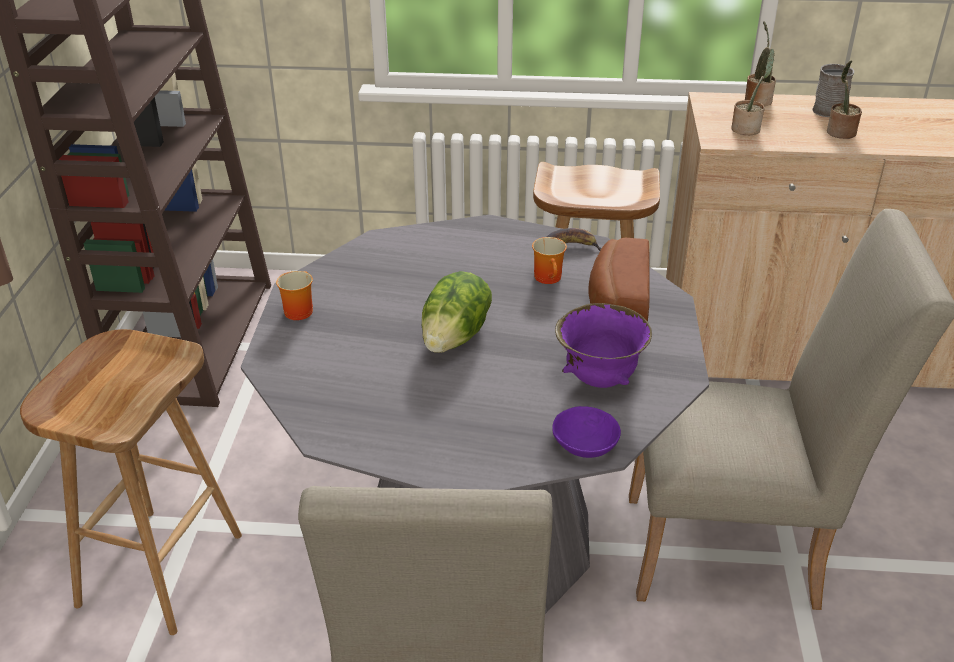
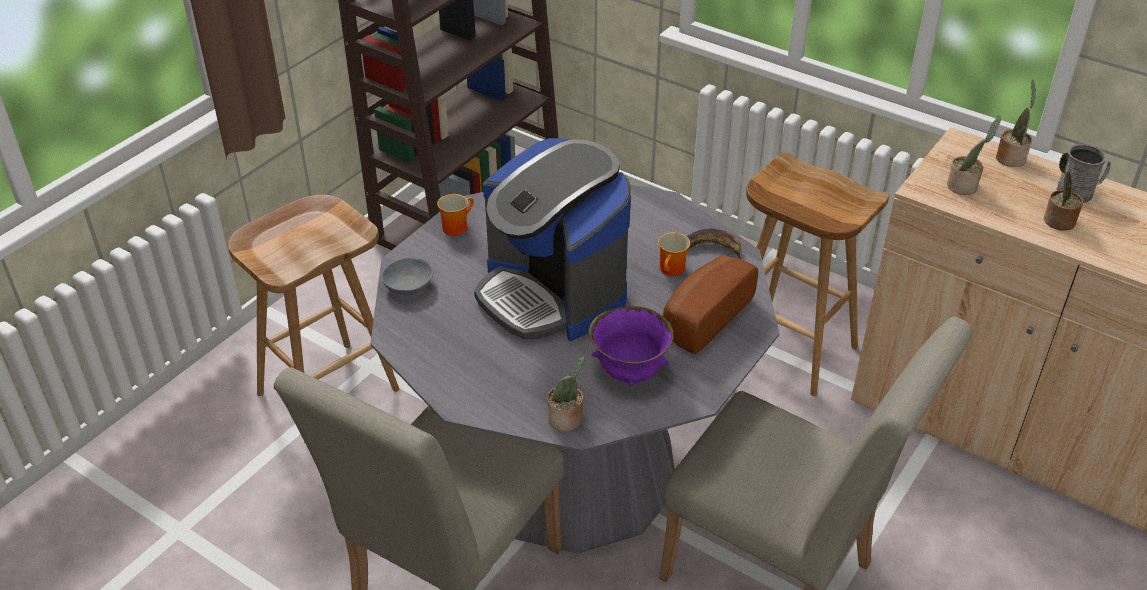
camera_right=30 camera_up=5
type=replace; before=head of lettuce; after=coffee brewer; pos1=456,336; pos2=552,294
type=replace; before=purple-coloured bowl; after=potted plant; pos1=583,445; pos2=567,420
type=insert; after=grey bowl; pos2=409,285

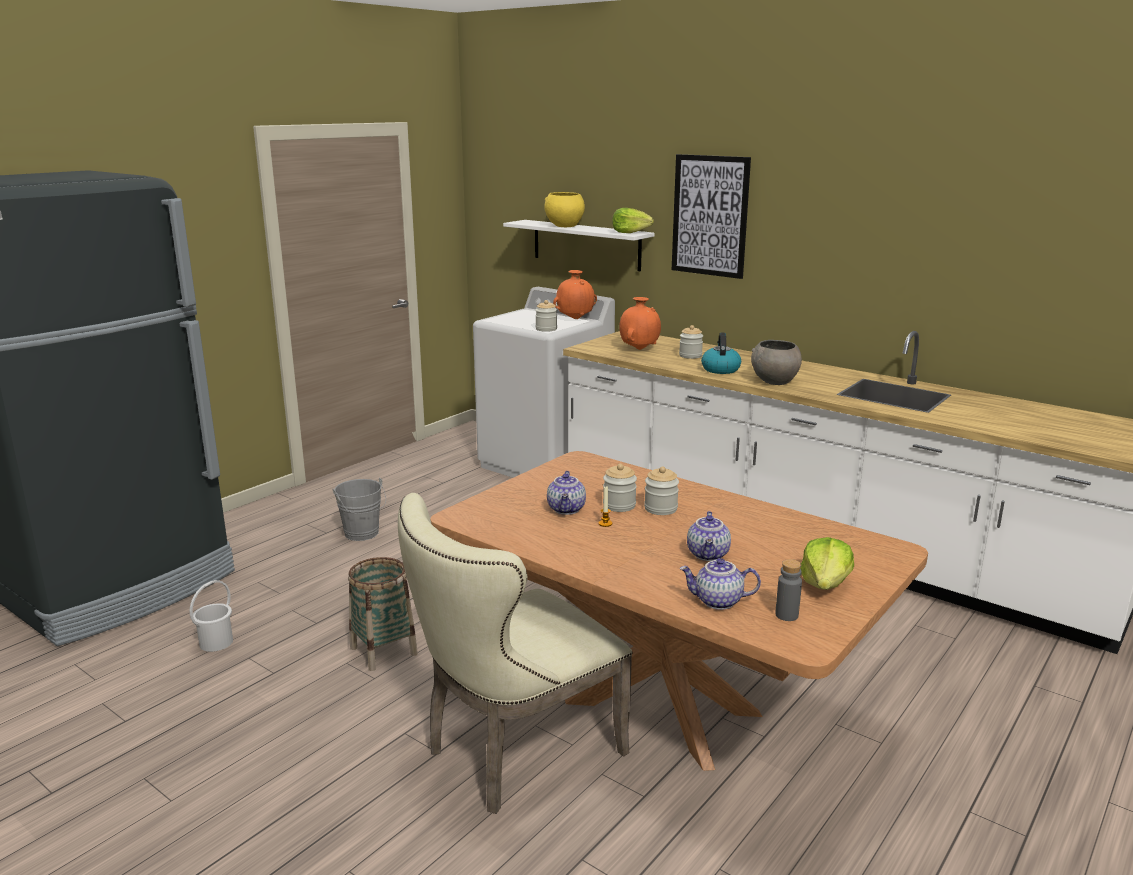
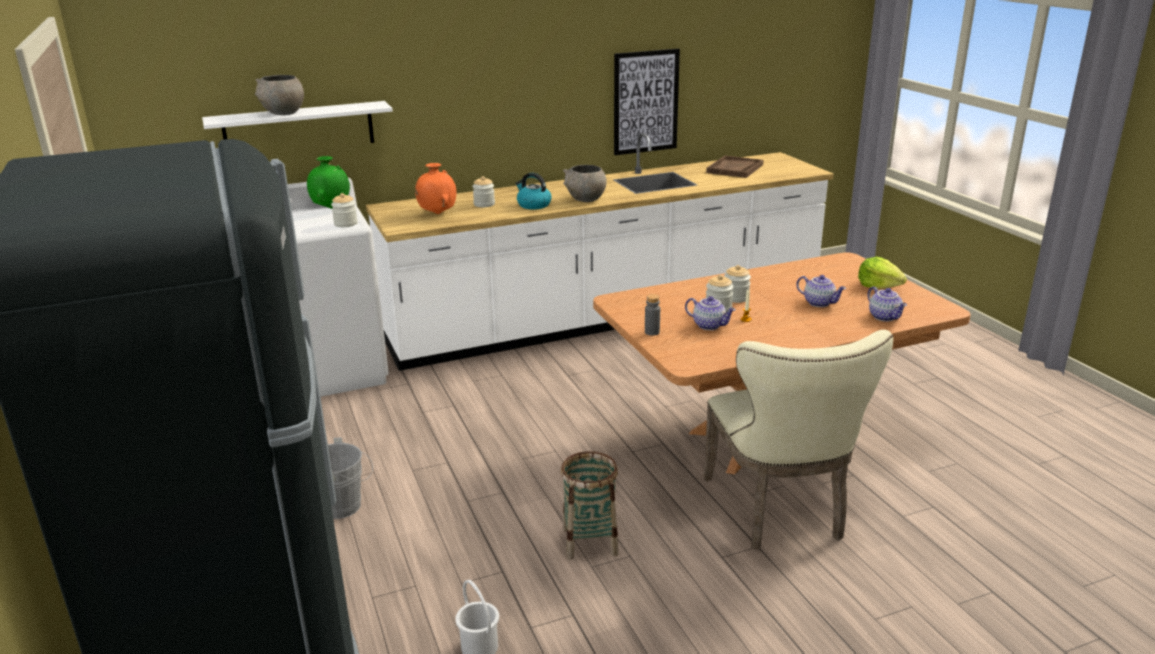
camera_right=-60 camera_up=5
type=recolor; before=yellow bowl; after=grey bowl; pos1=564,226; pos2=283,113
type=recolor; before=orangey vase; after=green vase; pos1=575,319; pos2=331,208
type=delete; before=head of lettuce; pos1=630,232
type=move; before=picture; pos1=710,216; pos2=645,102
type=rotate; before=tea pot; pos1=717,602; pos2=885,317; turn=-60
type=move; before=grey drink bottle; pos1=786,615; pos2=652,332
type=insert; after=brown-coloured tray; pos2=735,169

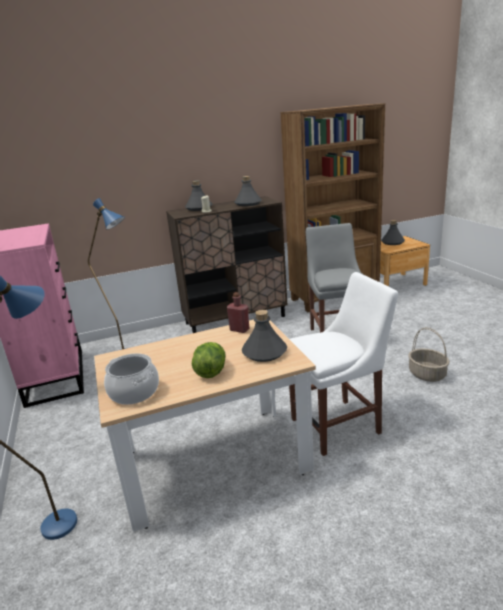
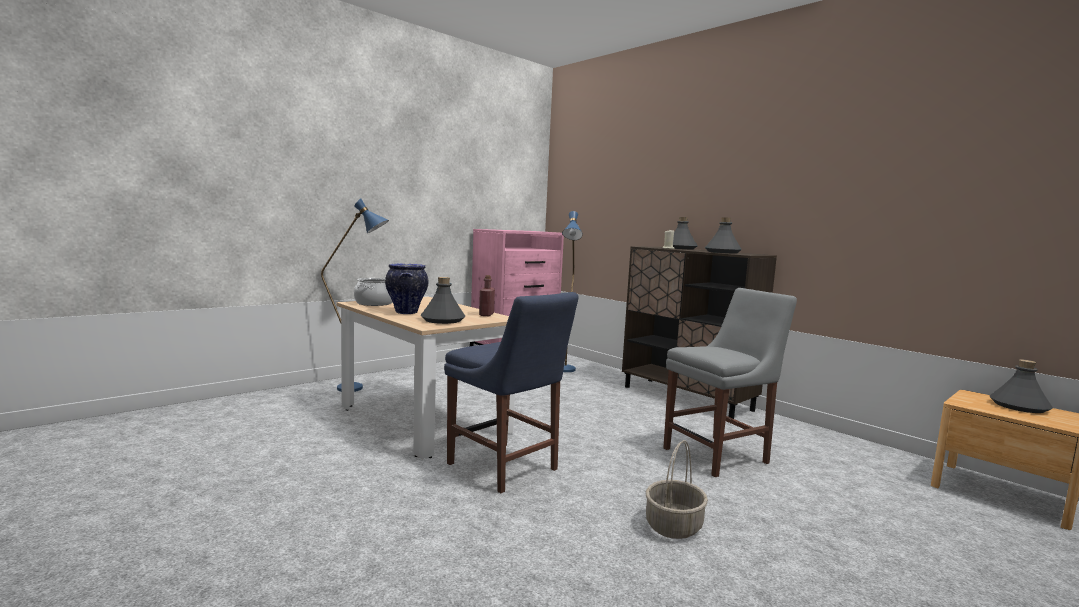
camera_right=65 camera_up=-15
type=replace; before=head of lettuce; after=vase; pos1=211,371; pos2=406,312
type=delete; before=brown-coloured shelving unit; pos1=334,298
type=recolor; before=white plain chair; after=bluish plain chair; pos1=339,425; pos2=505,468

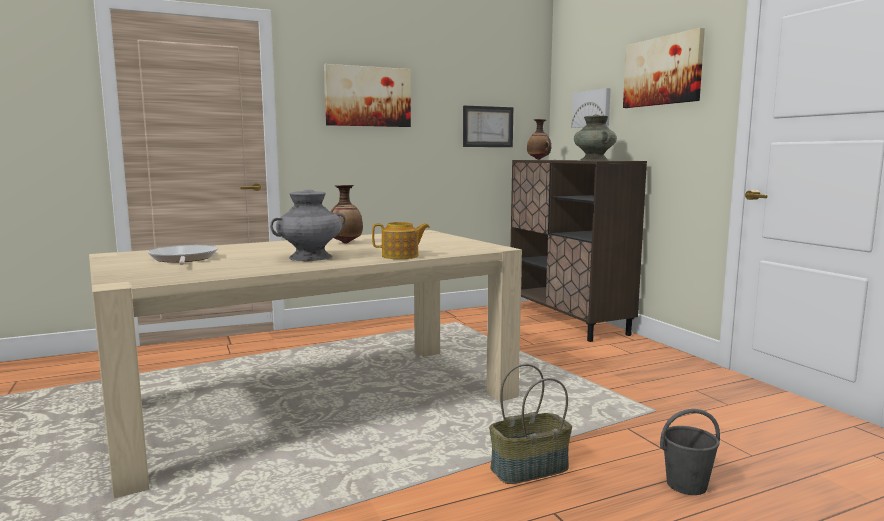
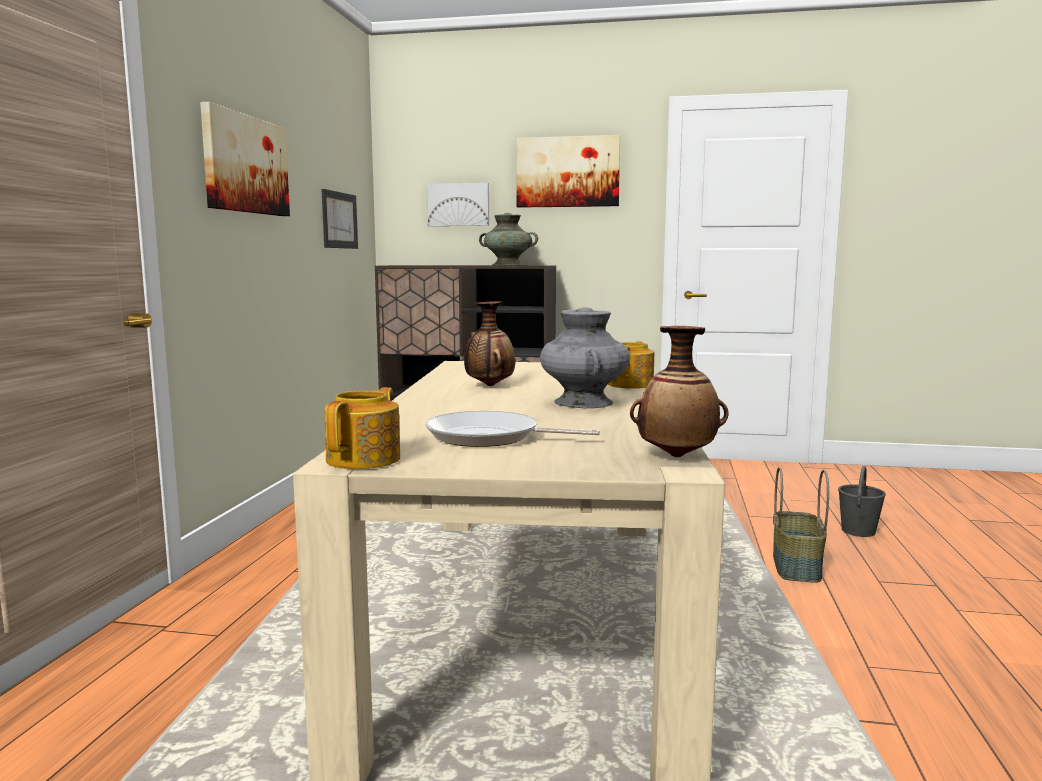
camera_right=-55 camera_up=0
type=move; before=vase; pos1=539,159; pos2=677,456
type=insert; after=tea pot; pos2=365,459

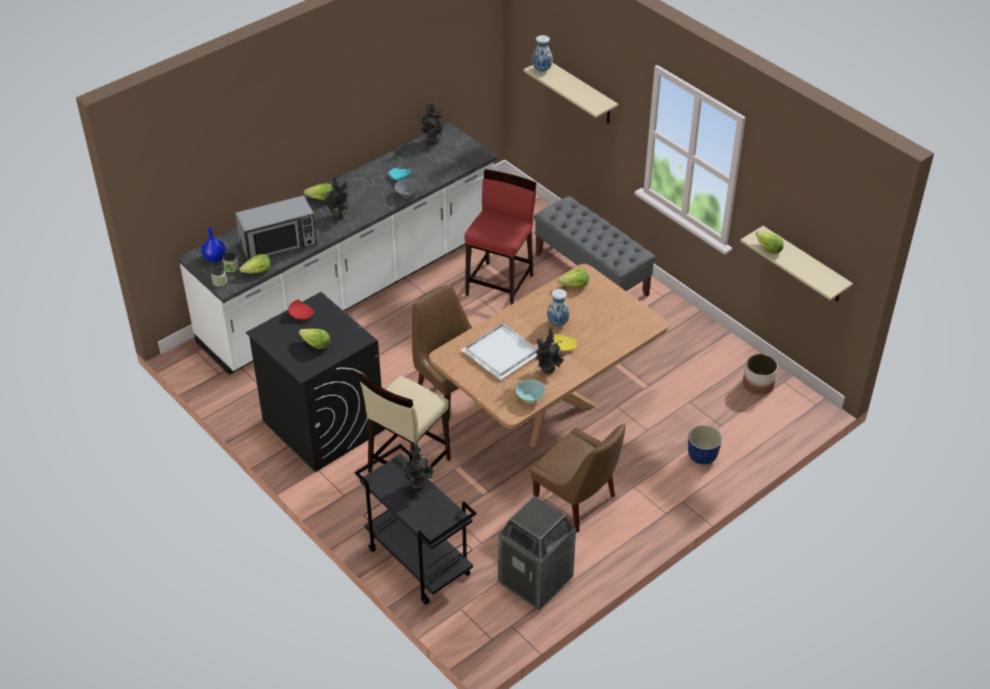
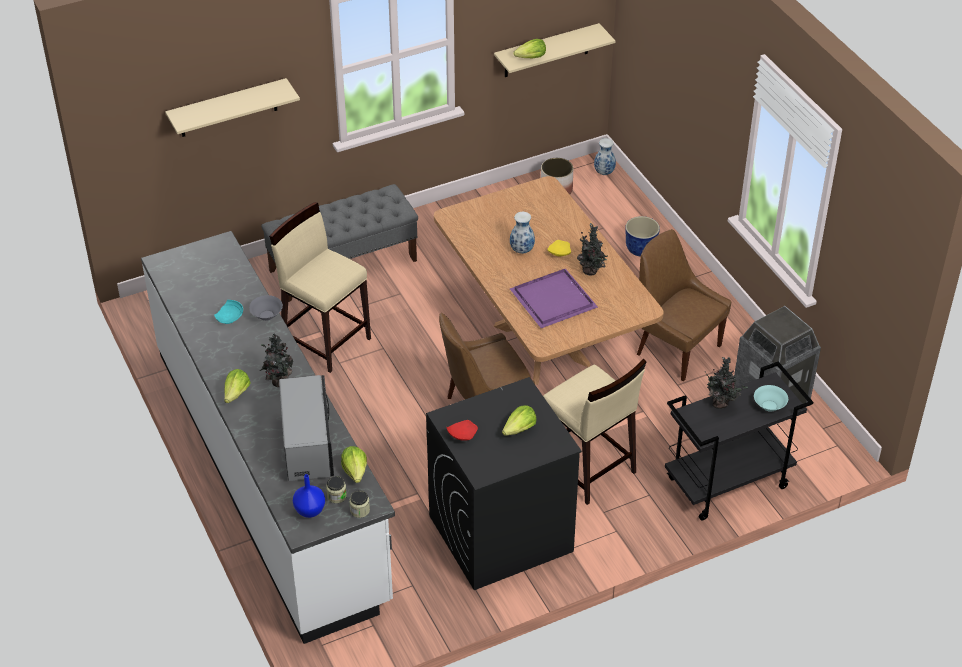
camera_right=-75 camera_up=0
type=delete; before=potted plant; pos1=431,141
type=recolor; before=white tray; after=purple-coloured tray; pos1=501,354; pos2=555,300
type=recolor; before=red stool seat; after=beige stool seat; pos1=500,285; pos2=326,340
type=move; before=turquoise-coloured bowl; pos1=530,397; pos2=769,406
type=rotate; before=brown-coloured plain chair; pos1=577,502; pos2=676,348; turn=-105
type=move; before=vase; pos1=542,69; pos2=604,172
type=delete; before=head of lettuce; pos1=574,285

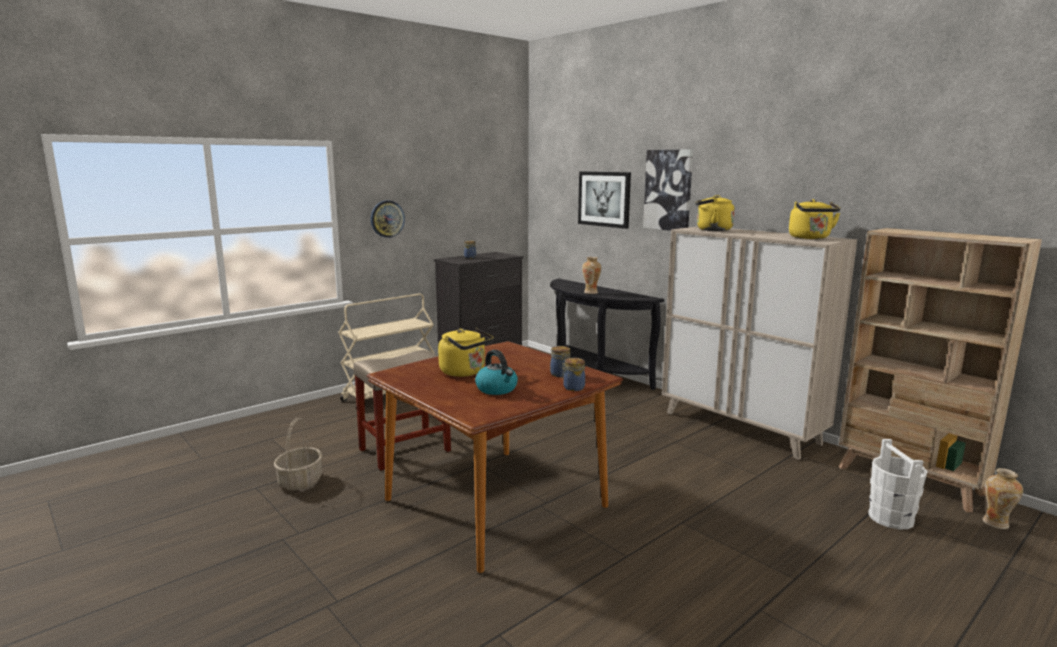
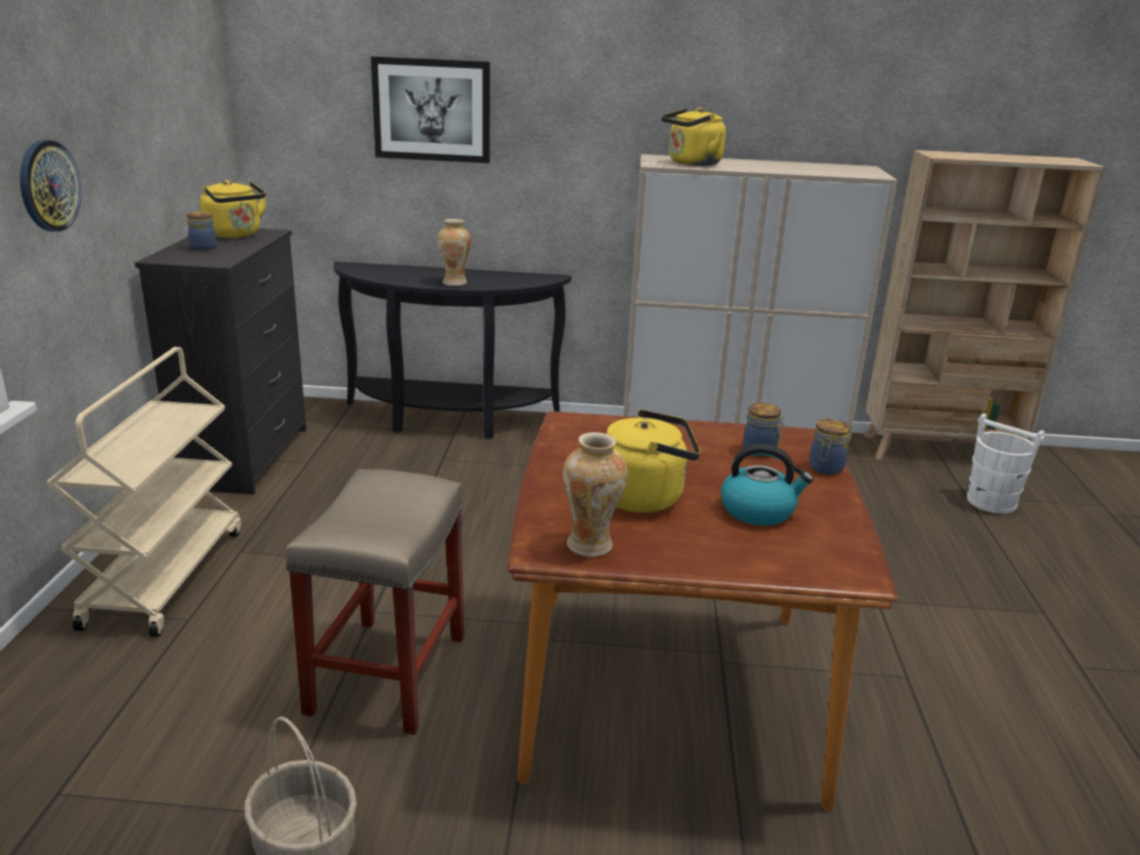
camera_right=-45 camera_up=10
type=delete; before=picture; pos1=668,190
type=move; before=yellow tea kettle; pos1=810,238; pos2=235,235
type=move; before=vase; pos1=996,524; pos2=591,545

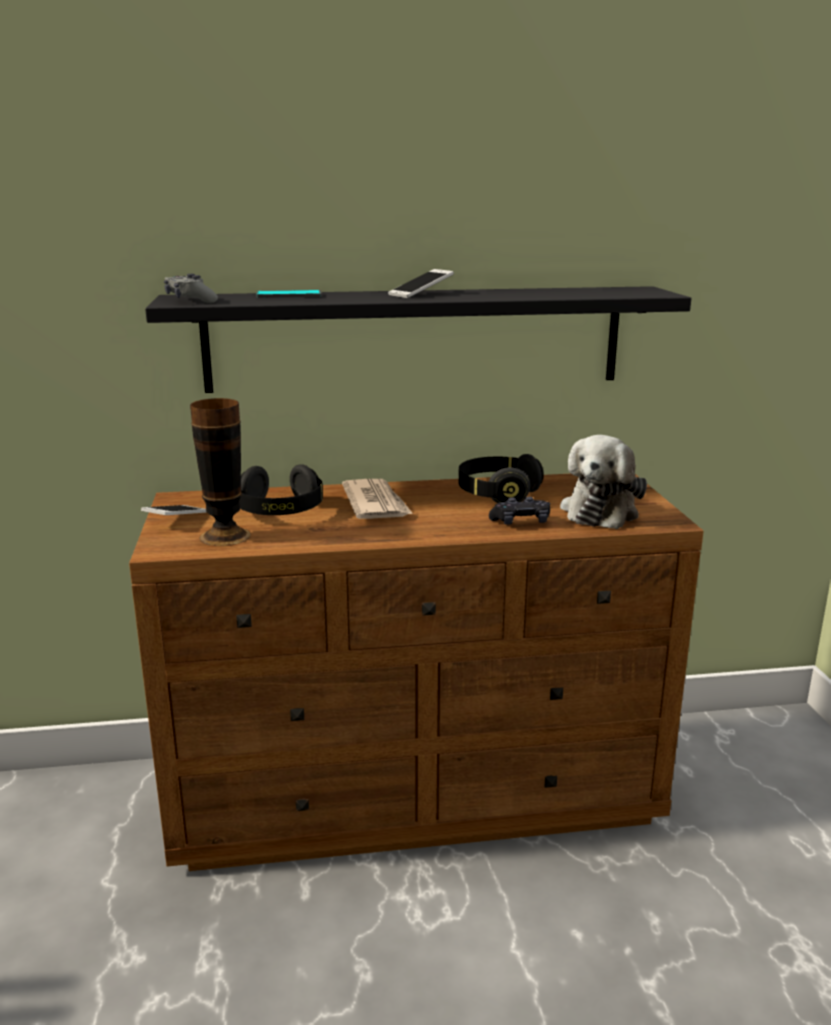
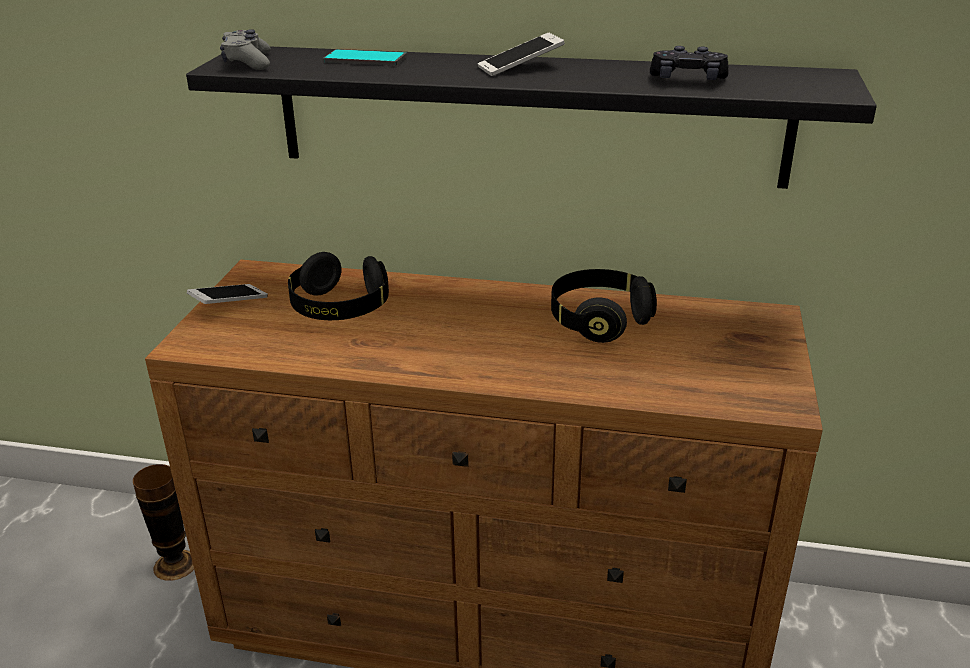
camera_right=20 camera_up=10
type=move; before=vase; pos1=225,536; pos2=175,564
type=delete; before=newspaper; pos1=376,504
type=move; before=blackish game controller; pos1=521,522; pos2=688,80
type=delete; before=soft toy; pos1=601,511

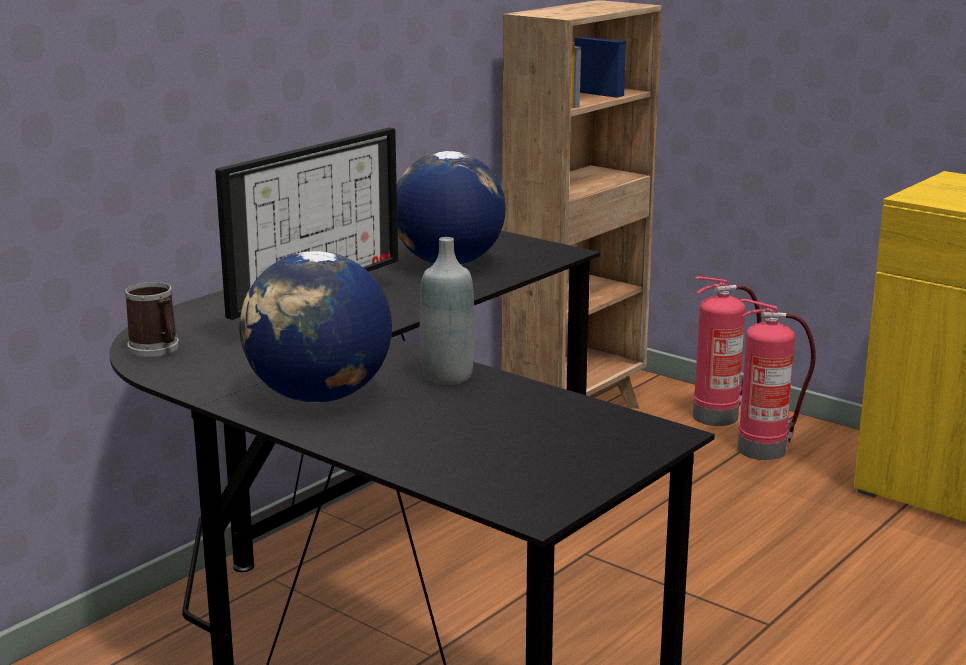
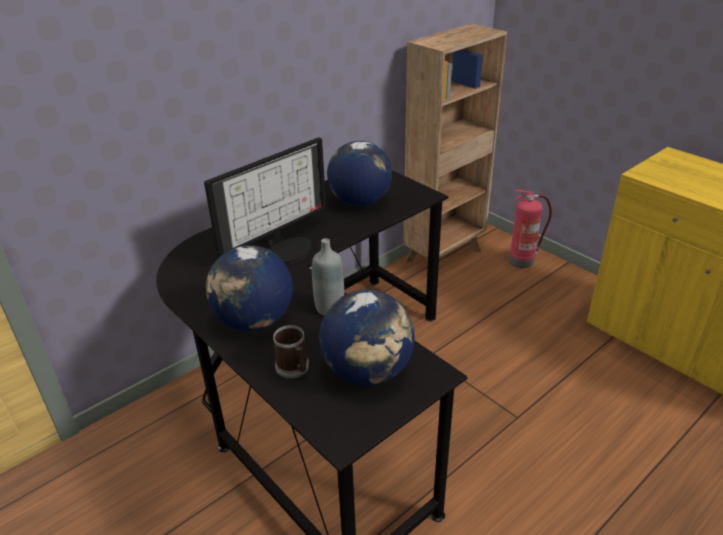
camera_right=10 camera_up=15
type=move; before=mug; pos1=157,349; pos2=294,368
type=delete; before=extinguisher; pos1=764,449
type=insert; after=world globe; pos2=368,371

